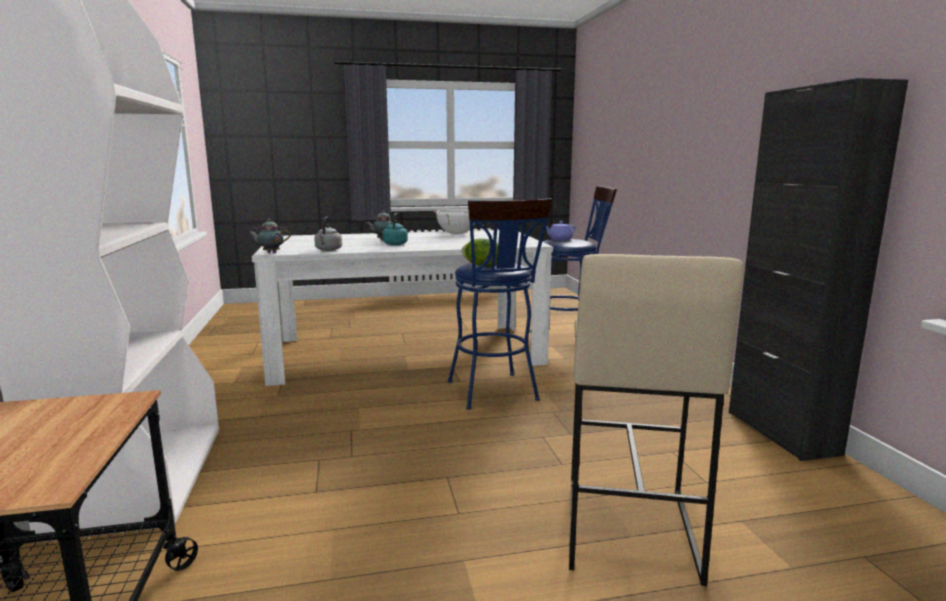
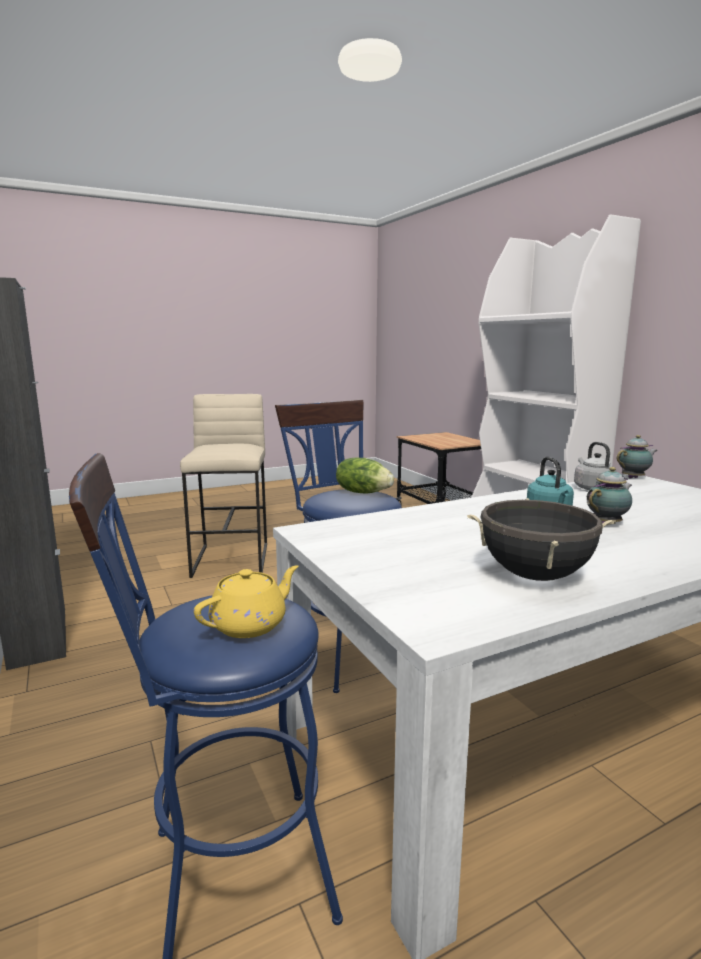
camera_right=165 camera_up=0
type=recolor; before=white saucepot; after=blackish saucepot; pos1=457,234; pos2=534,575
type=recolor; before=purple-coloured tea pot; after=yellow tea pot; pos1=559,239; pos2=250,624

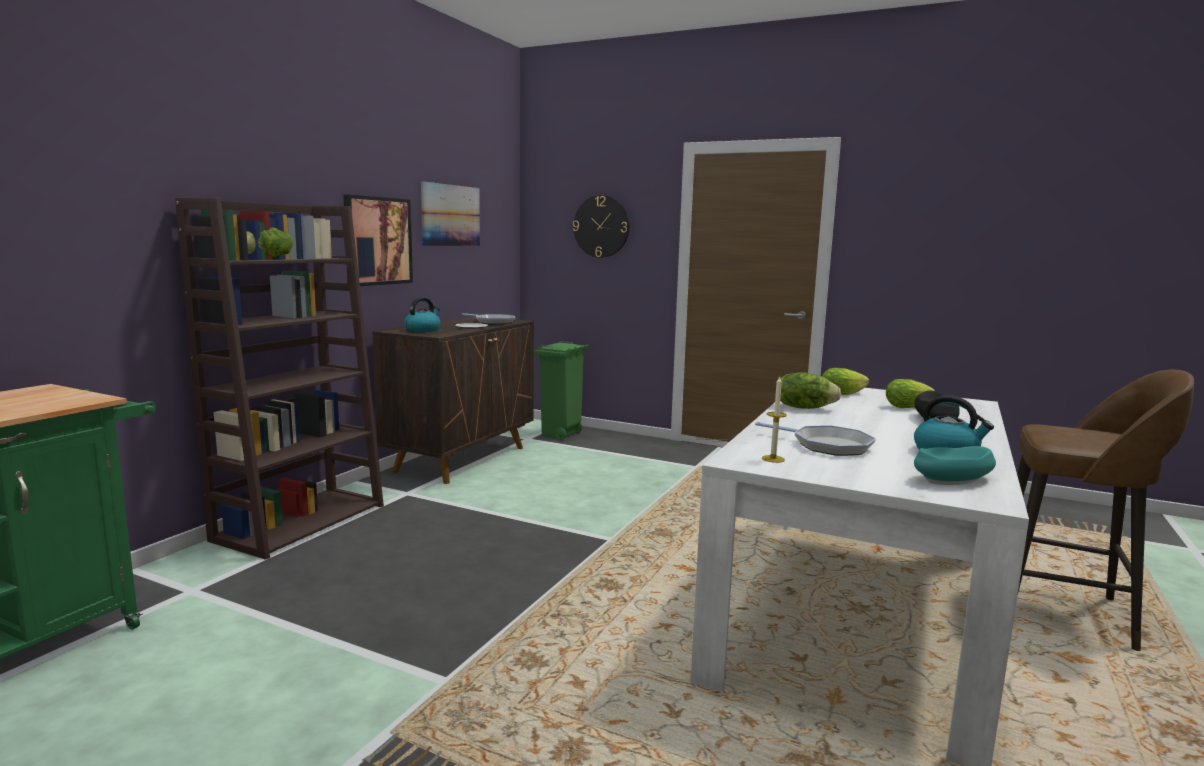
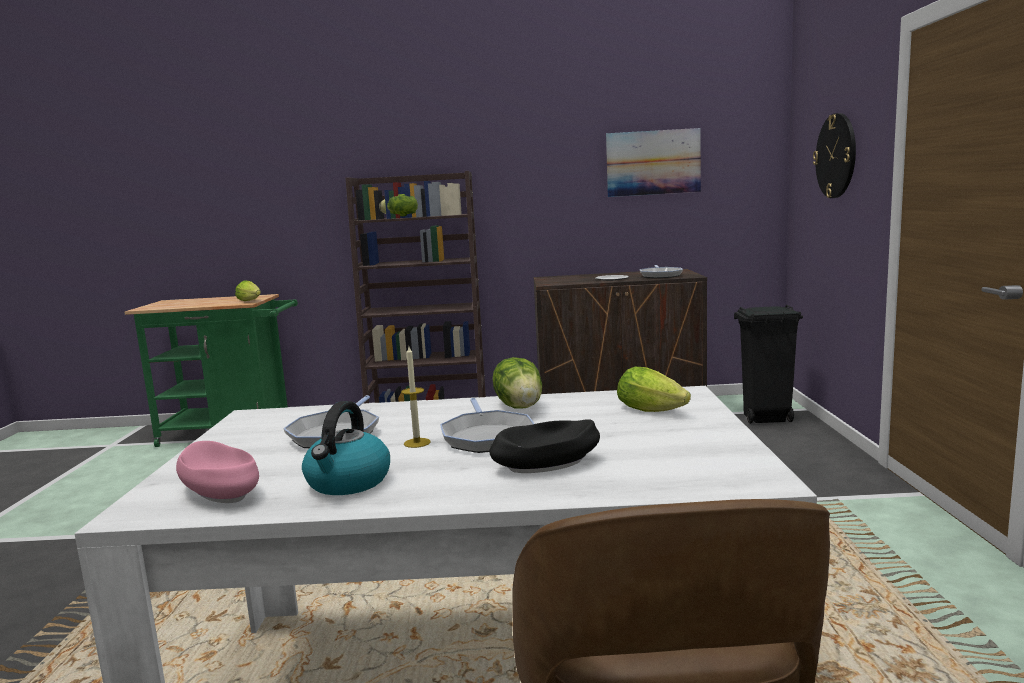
camera_right=65 camera_up=0
type=delete; before=picture; pos1=377,241
type=delete; before=tea kettle; pos1=423,330
type=recolor; before=green trash can; after=blackish trash can; pos1=560,434; pos2=765,419
type=move; before=candle; pos1=773,459; pos2=417,443
type=move; before=head of lettuce; pos1=910,406; pos2=250,301
type=recolor; before=turquoise-coloured bowl; after=pink-coloured bowl; pos1=952,480; pos2=219,492
type=insert; after=skillet; pos2=486,436

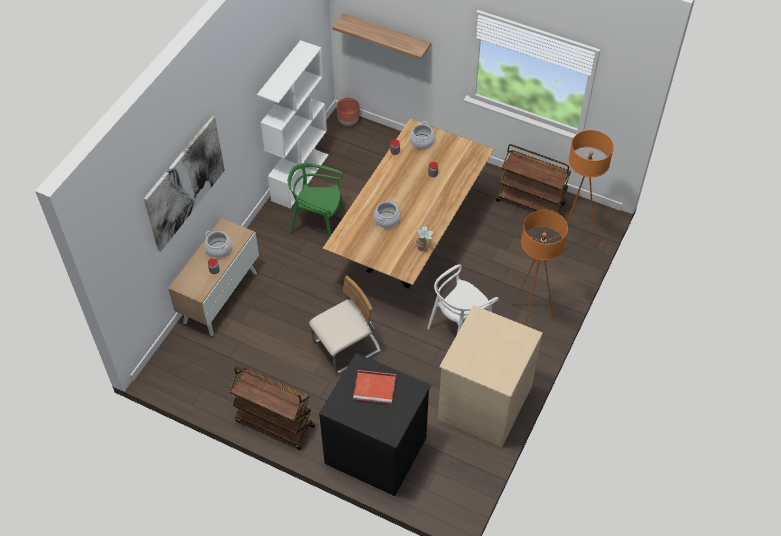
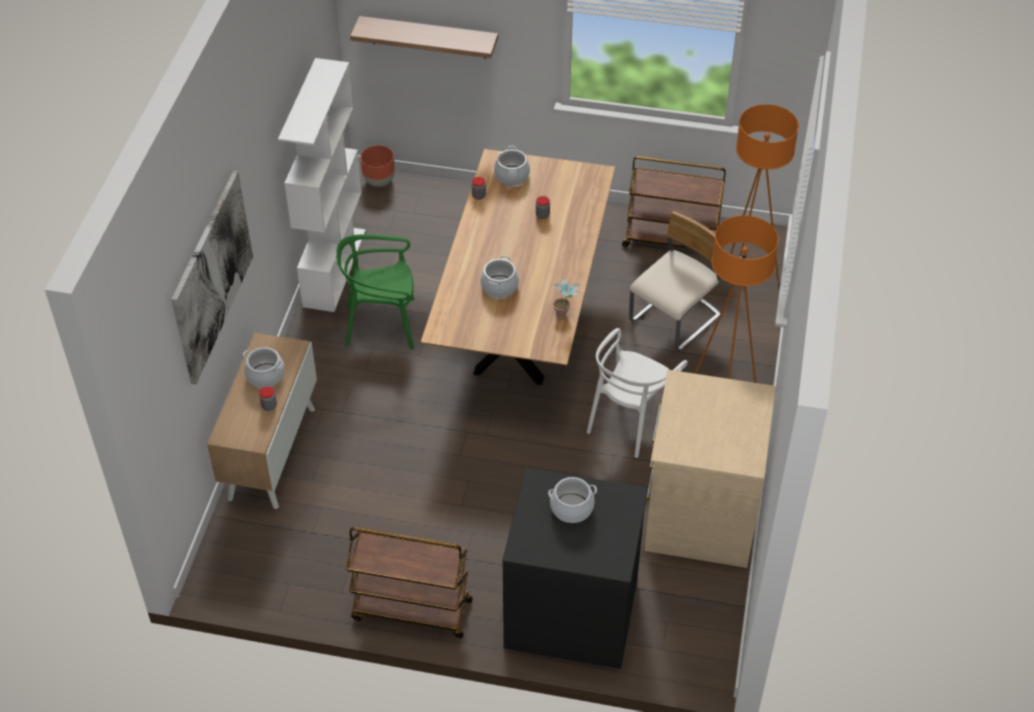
camera_right=-15 camera_up=-5
type=move; before=beige plain chair; pos1=347,347; pos2=675,320
type=replace; before=red tray; after=saucepot; pos1=375,387; pos2=571,508

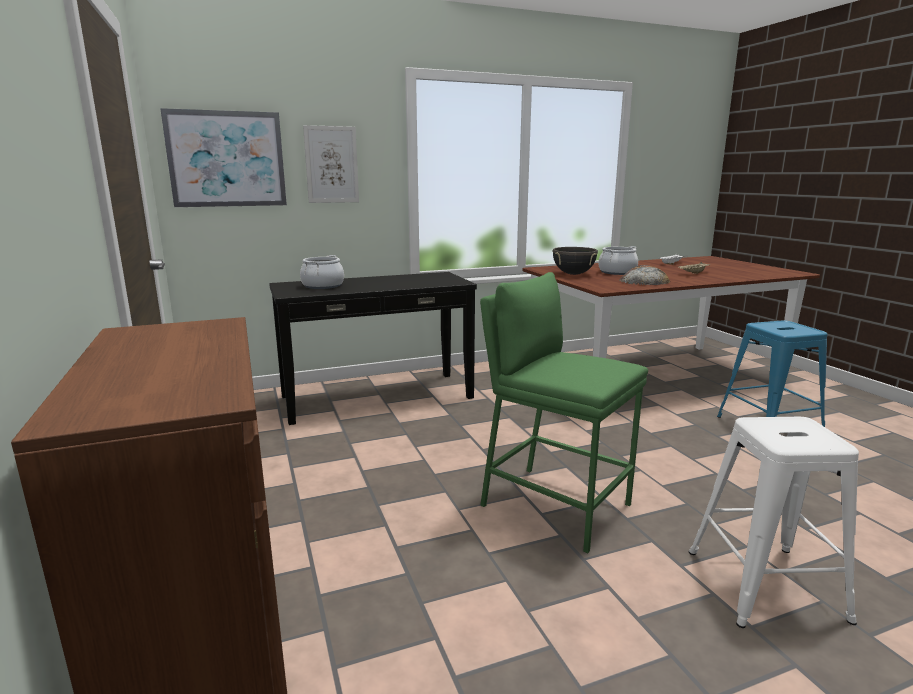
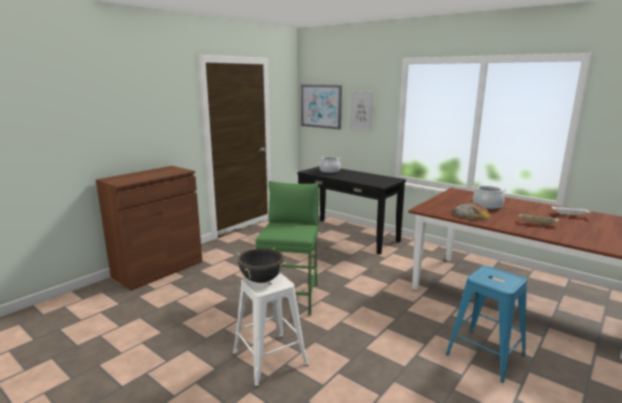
camera_right=60 camera_up=0
type=move; before=blackish saucepot; pos1=573,274; pos2=261,280

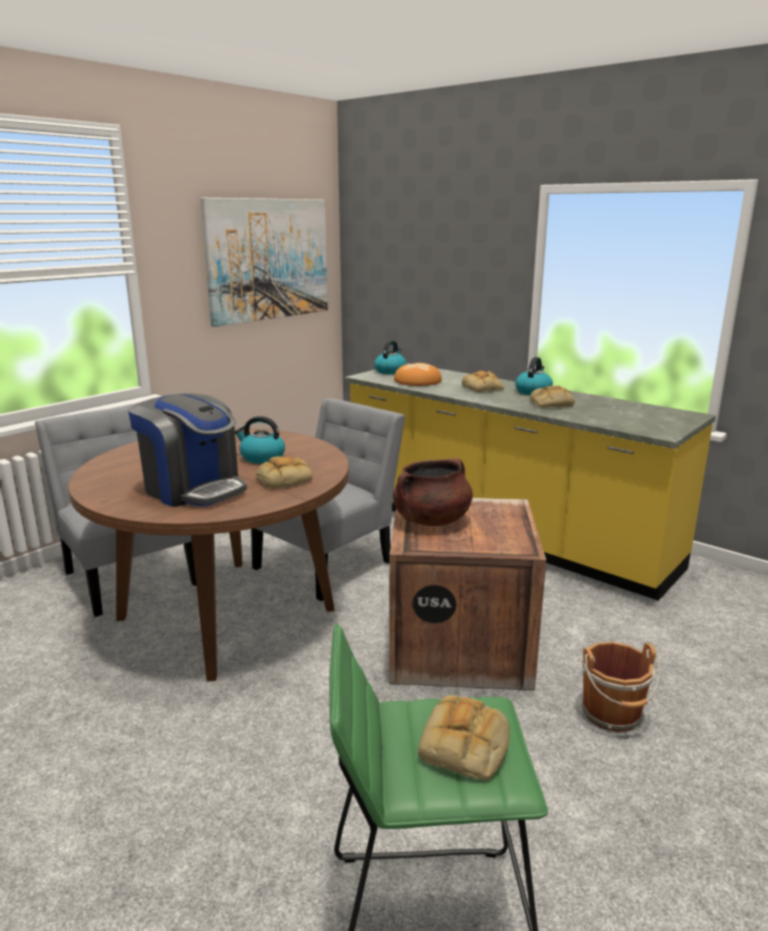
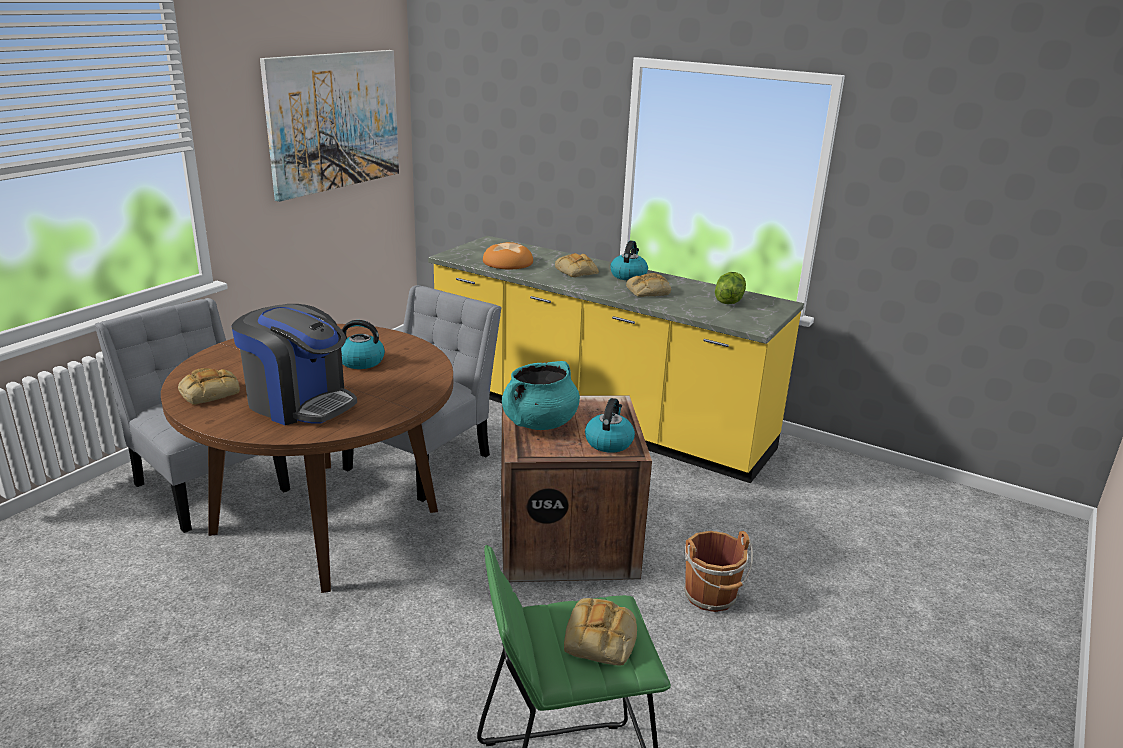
camera_right=-10 camera_up=5
type=move; before=bread; pos1=284,479; pos2=210,392
type=move; before=tea kettle; pos1=390,371; pos2=609,442
type=recolor; before=brown-coloured saucepot; after=turquoise-coloured saucepot; pos1=431,520; pos2=539,423
type=insert; after=head of lettuce; pos2=728,301

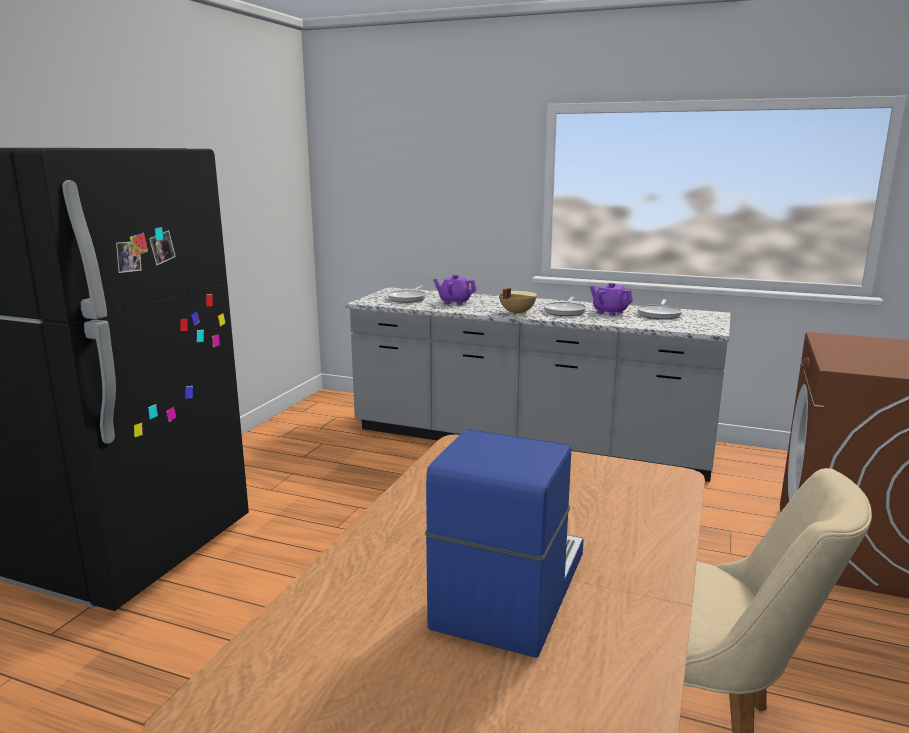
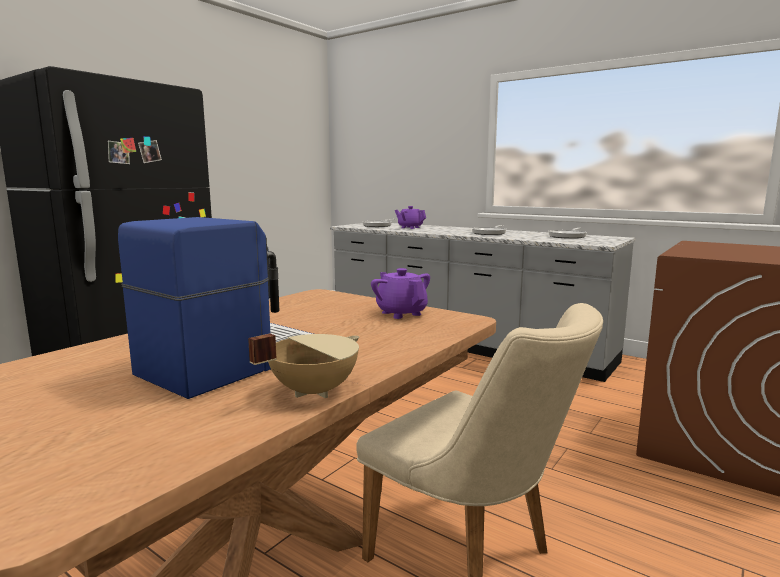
camera_right=15 camera_up=-5
type=move; before=beige saucepot; pos1=516,313; pos2=312,391
type=move; before=purple-coloured tea pot; pos1=609,312; pos2=401,313

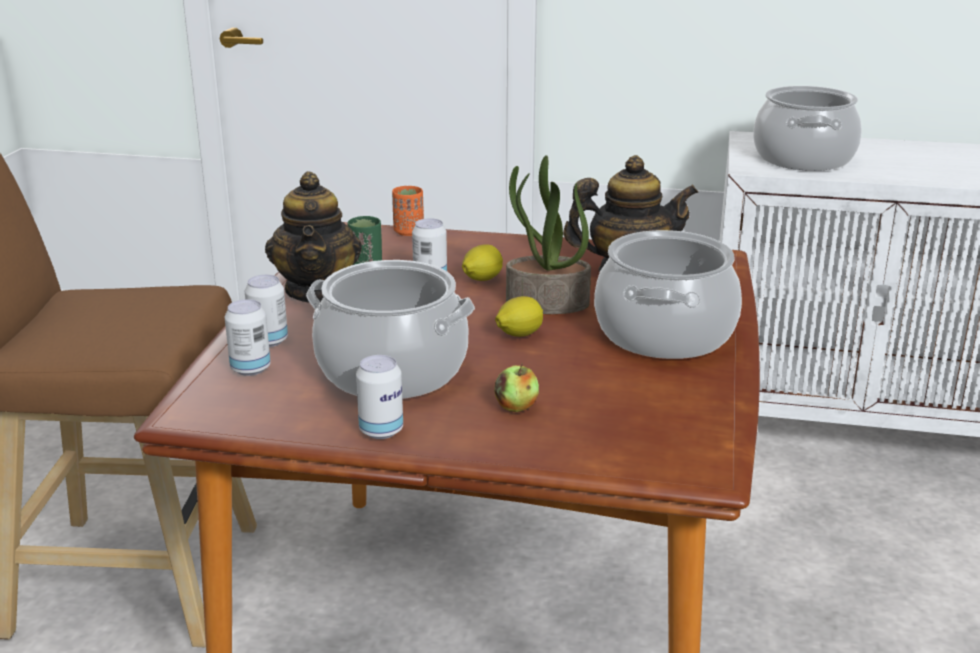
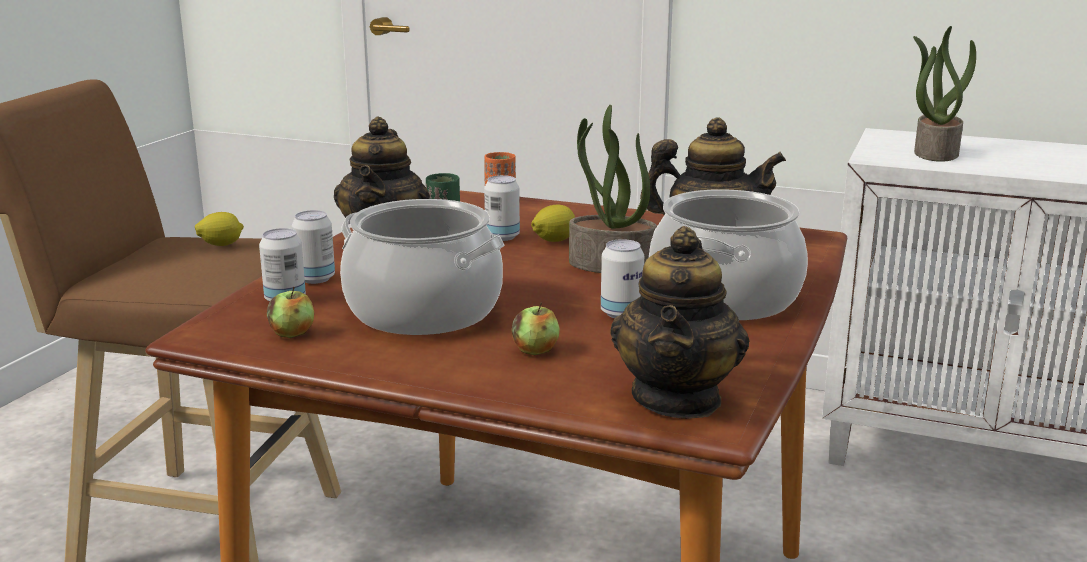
camera_right=10 camera_up=-5
type=move; before=sealed can; pos1=381,431; pos2=621,313
type=move; before=whole lemon; pos1=519,335; pos2=221,245
type=replace; before=saucepot; after=potted plant; pos1=802,158; pos2=935,153
type=insert; after=apple; pos2=292,334
type=insert; after=tea pot; pos2=677,398

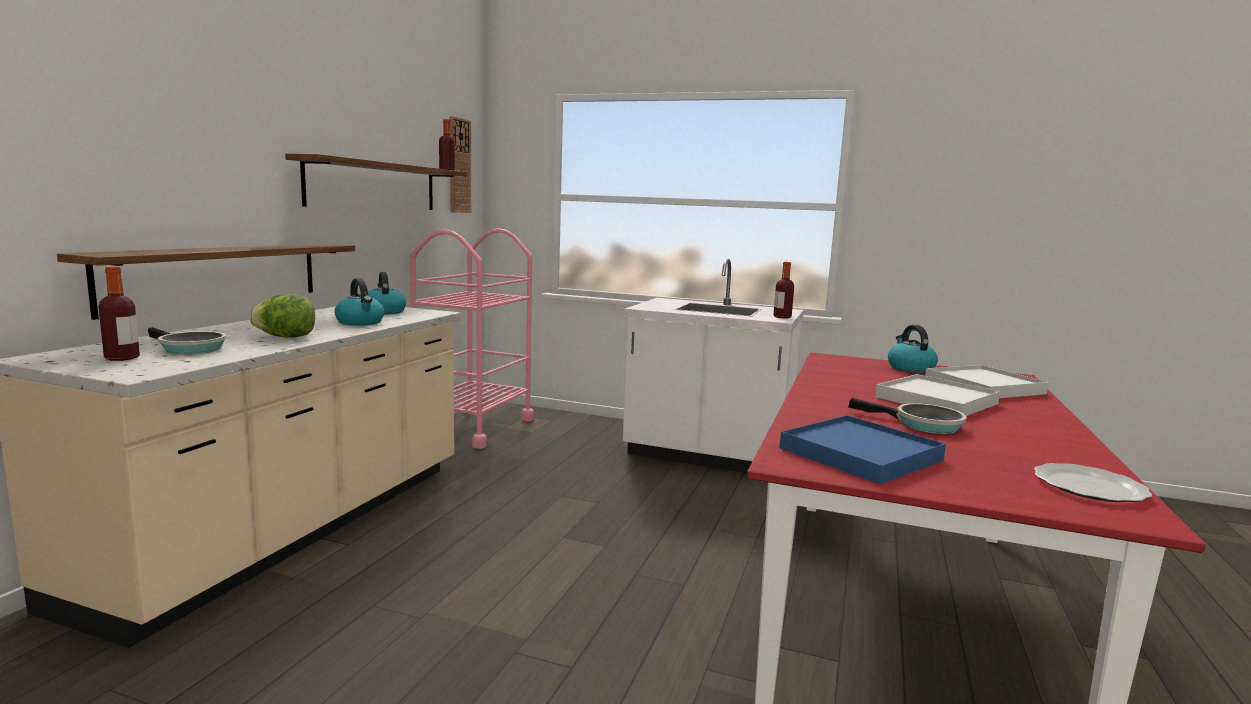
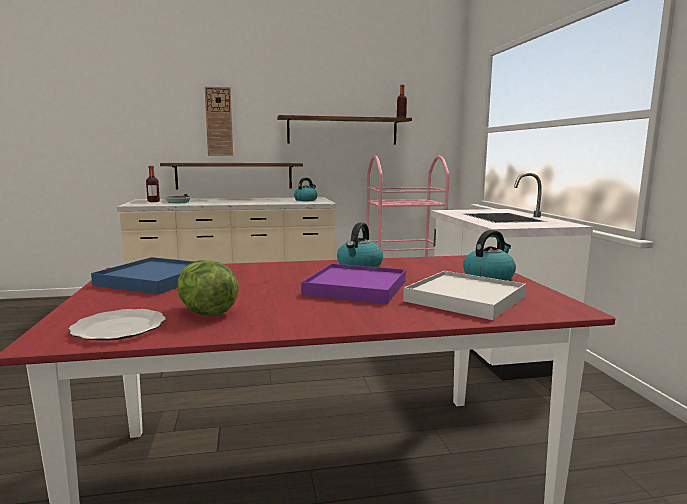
camera_right=60 camera_up=0
type=move; before=head of lettuce; pos1=286,337; pos2=207,312
type=move; before=tea kettle; pos1=360,322; pos2=359,266
type=move; before=hanging clock; pos1=459,166; pos2=219,121
type=delete; before=drink bottle; pos1=782,317
type=delete; before=skillet; pos1=922,424
type=recolor; before=white tray; after=purple-coloured tray; pos1=936,400; pos2=356,288

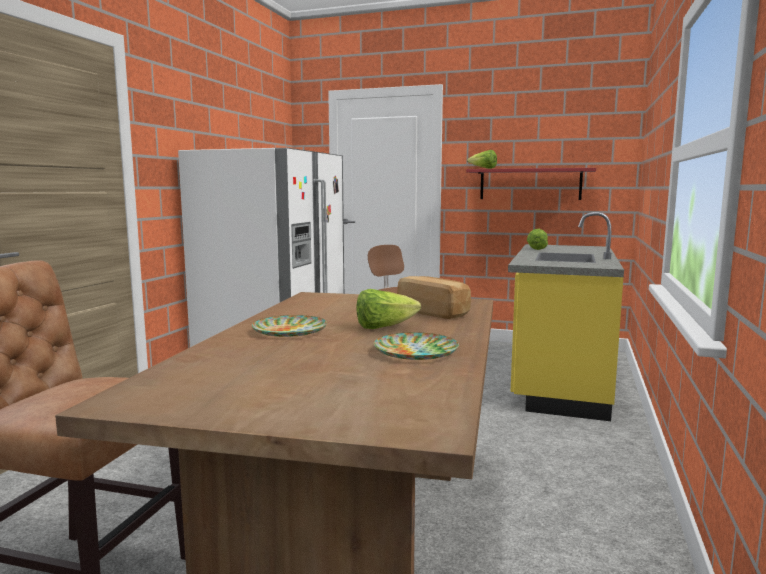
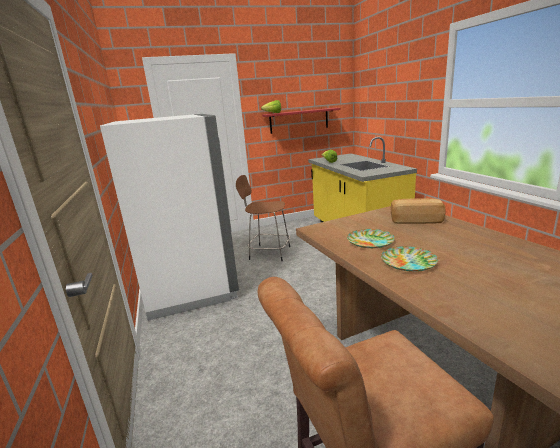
camera_right=-35 camera_up=10
type=delete; before=head of lettuce; pos1=384,327
type=move; before=dinner plate; pos1=416,352; pos2=370,241

